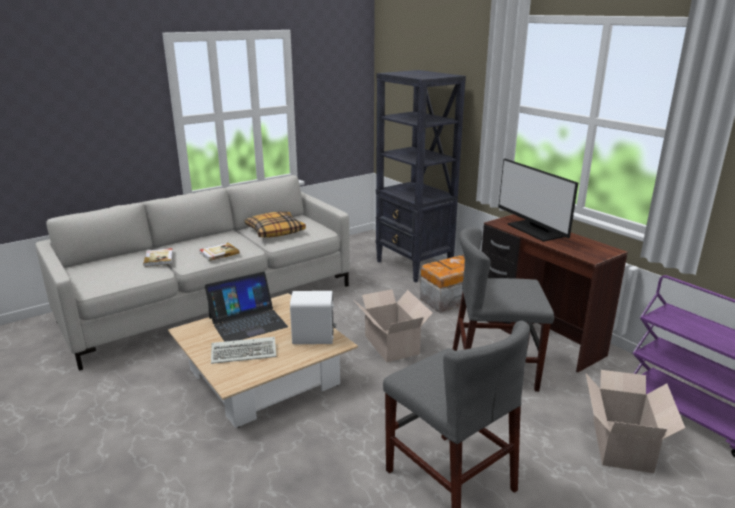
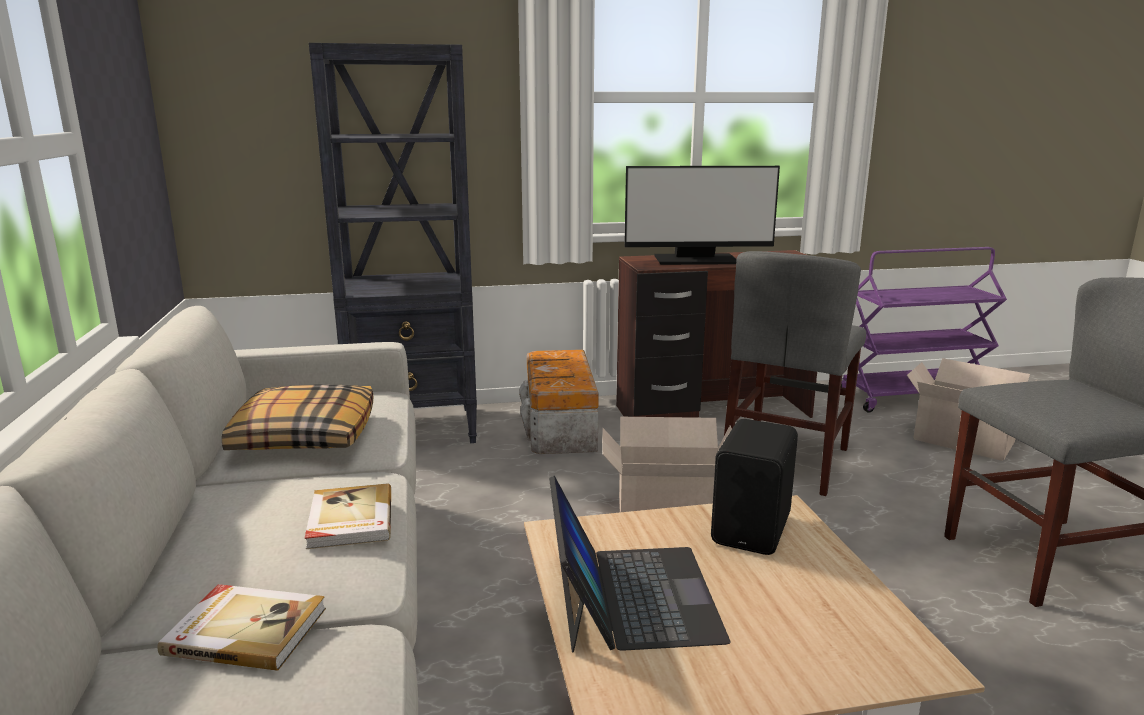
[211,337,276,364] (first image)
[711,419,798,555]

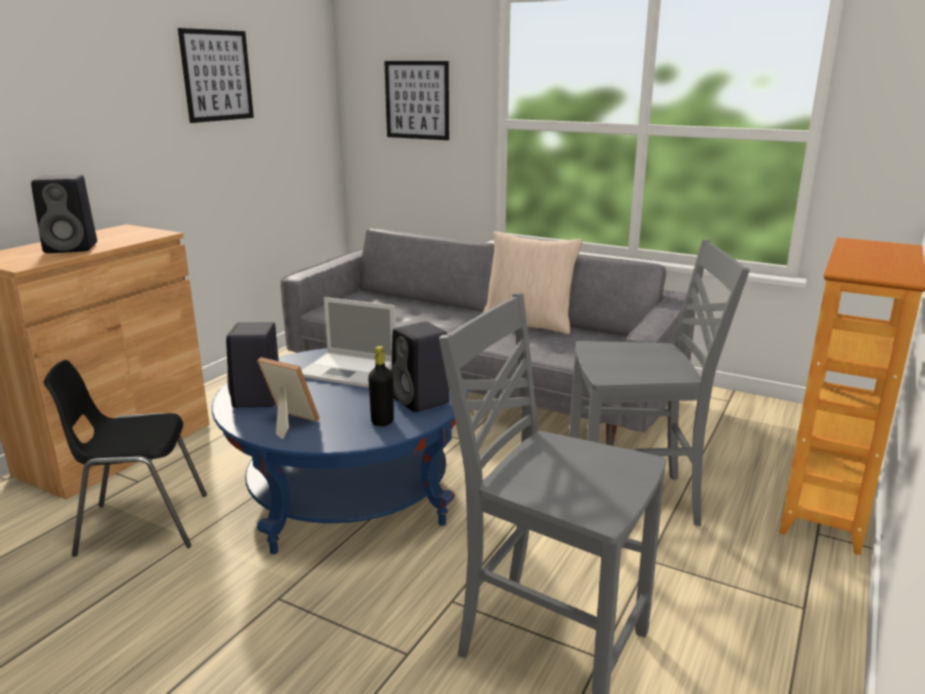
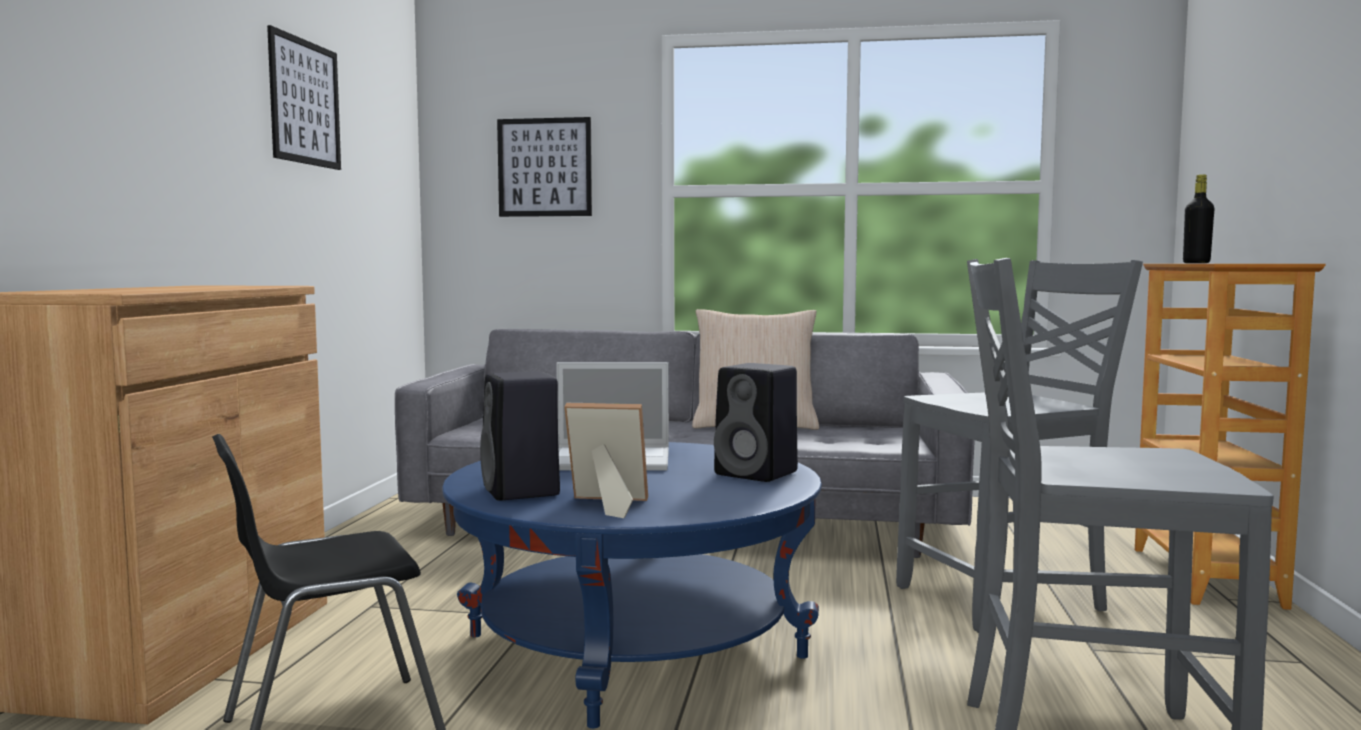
[31,174,97,253] (first image)
[1183,174,1214,263]

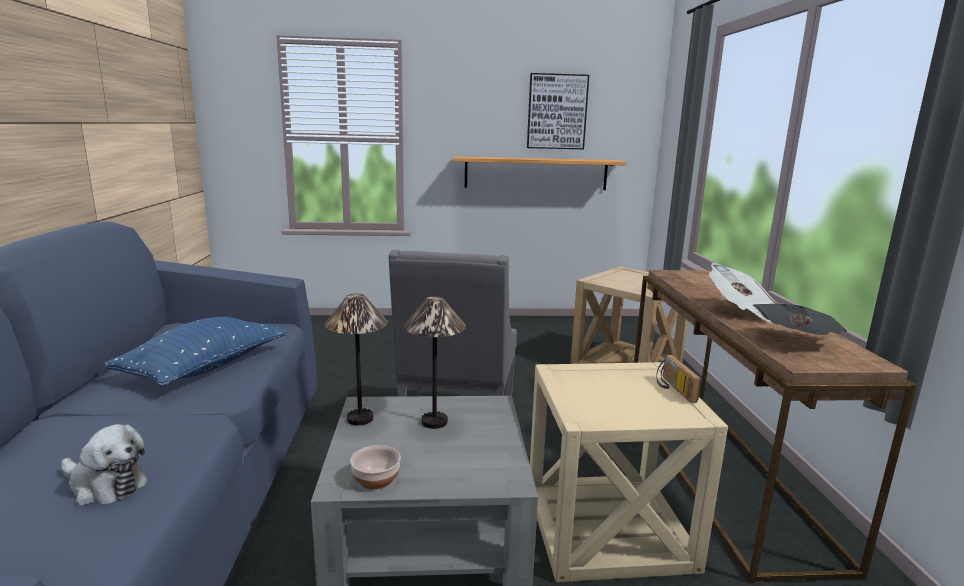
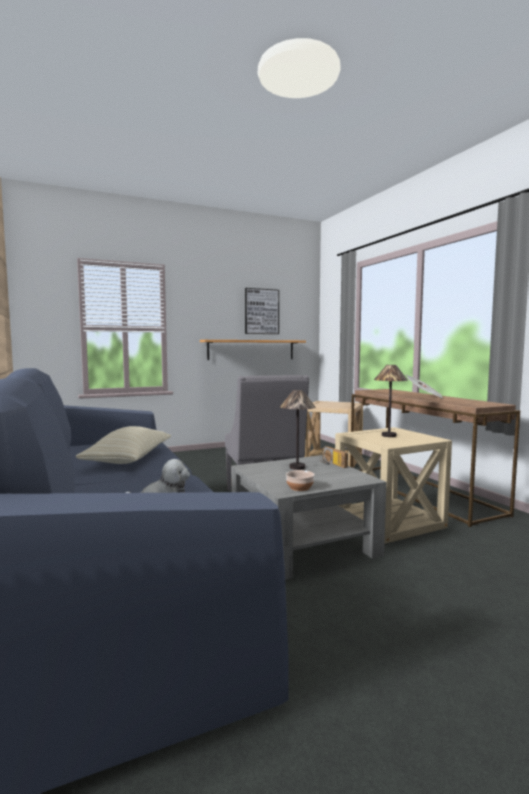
[753,304,847,335] (first image)
[374,365,408,437]
[320,446,348,468]
[76,426,171,464]

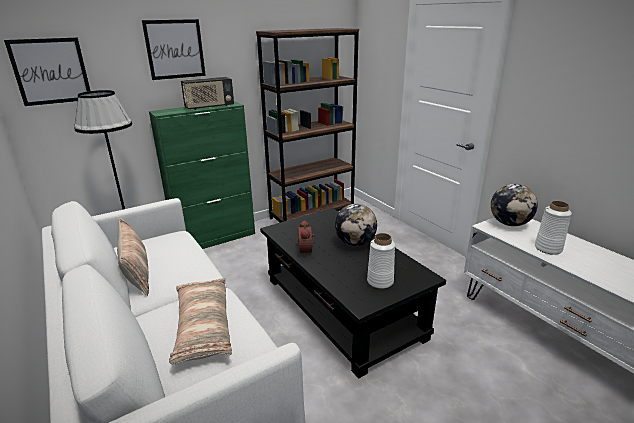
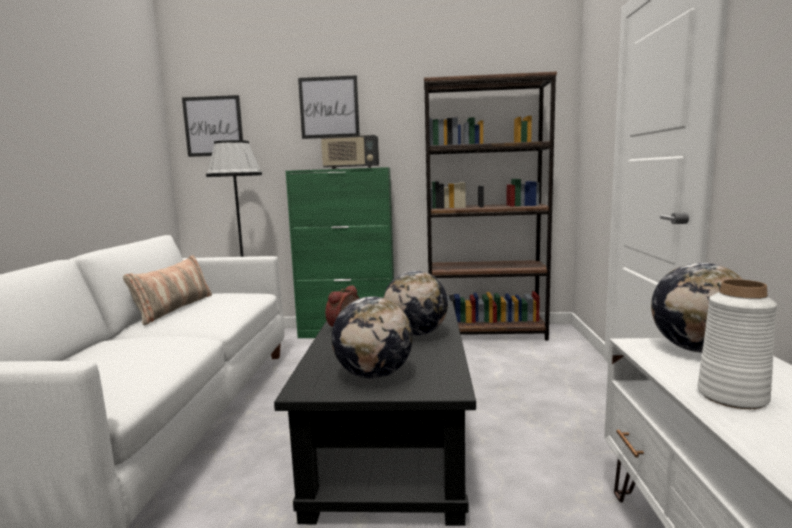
[169,278,232,365] (first image)
[332,296,413,379]

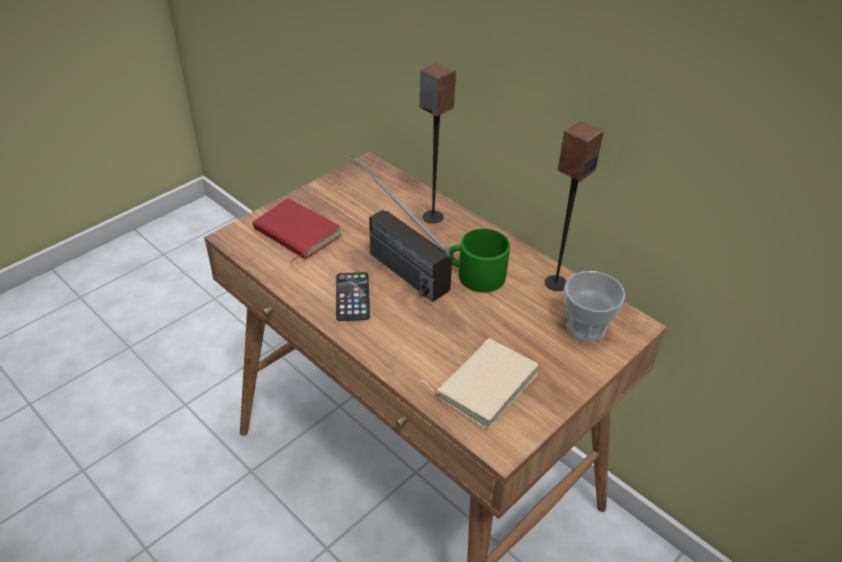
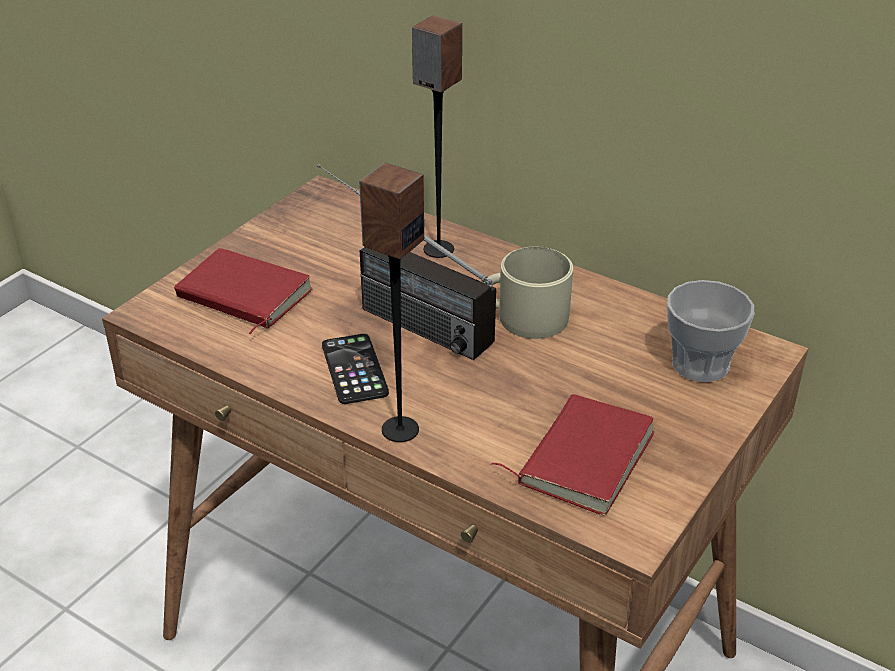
[359,163,424,442]
[491,394,654,515]
[483,247,573,339]

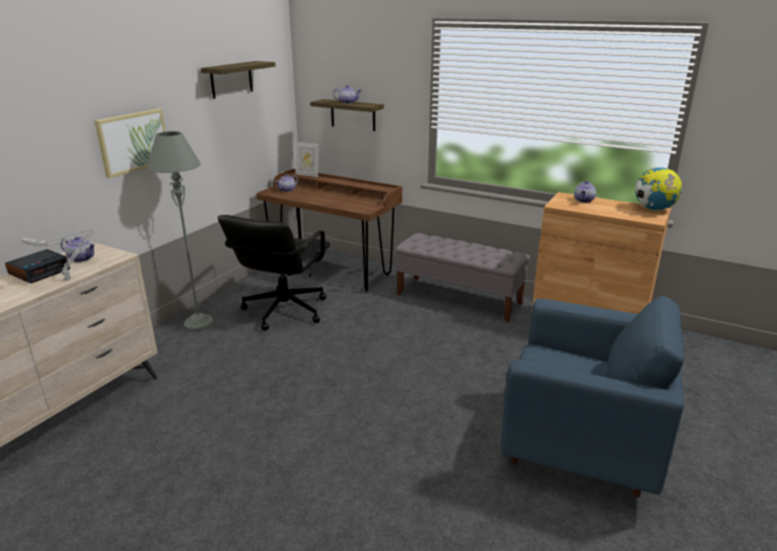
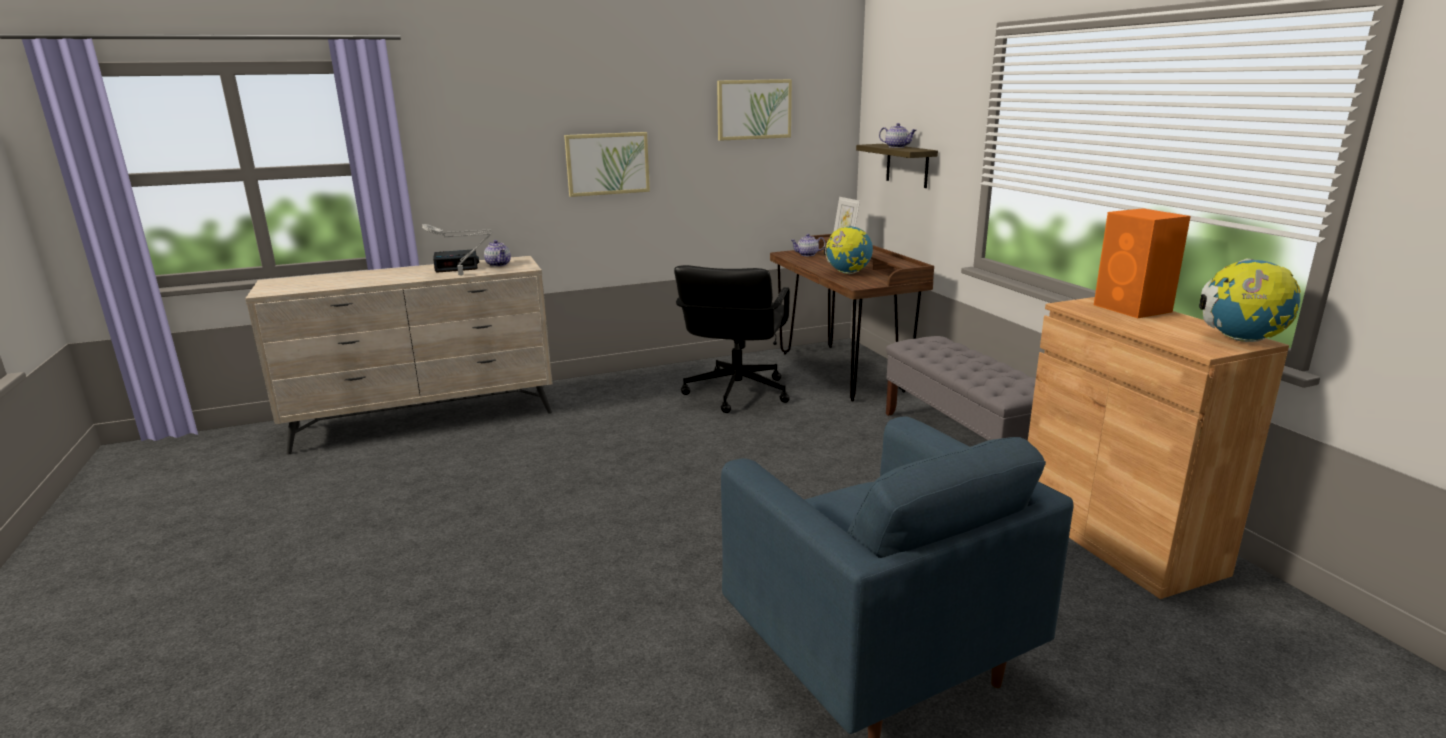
[147,131,214,330] (first image)
[824,226,873,274]
[717,79,792,141]
[1094,208,1191,318]
[674,265,790,413]

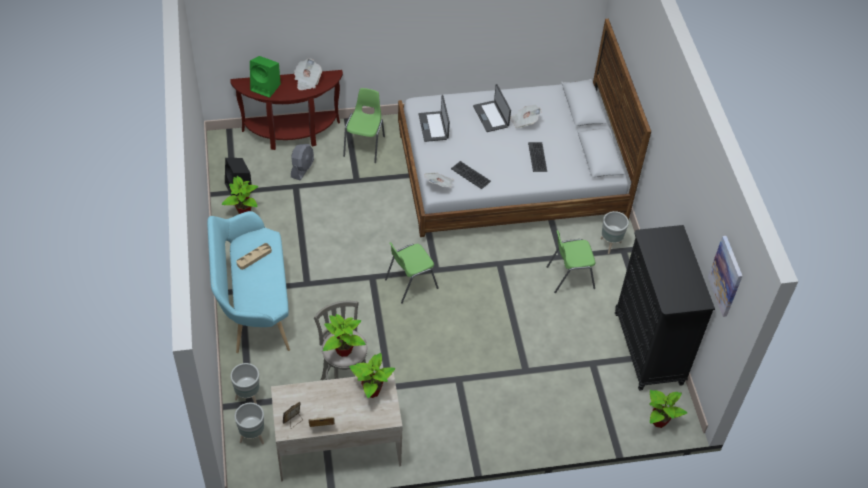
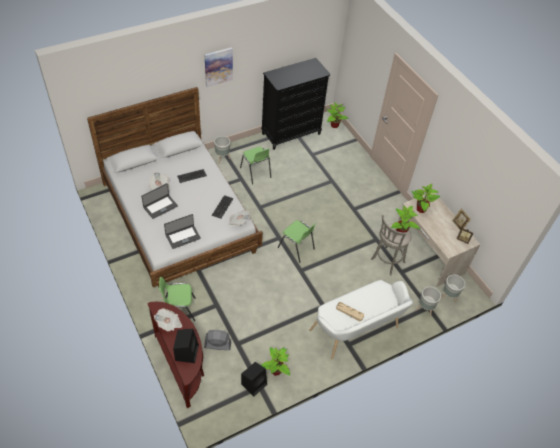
[205,47,233,87]
[309,280,413,359]
[173,328,199,363]

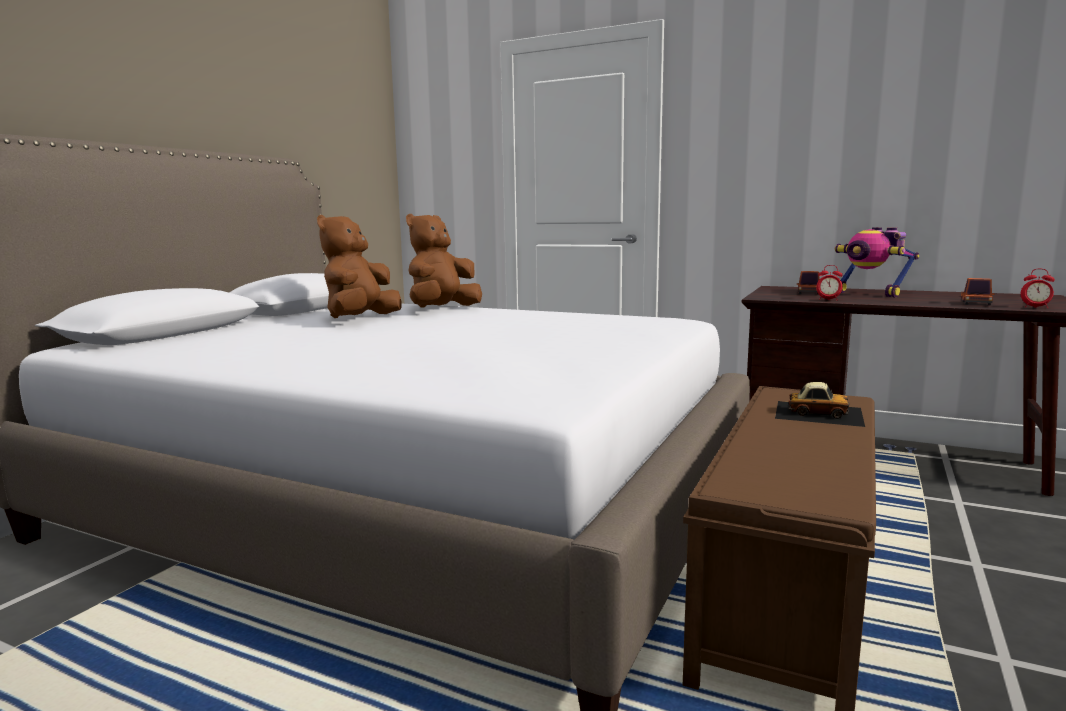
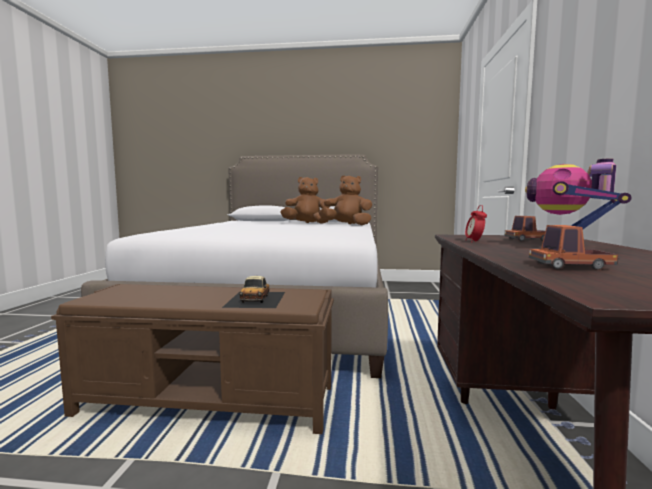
[1020,269,1055,308] (first image)

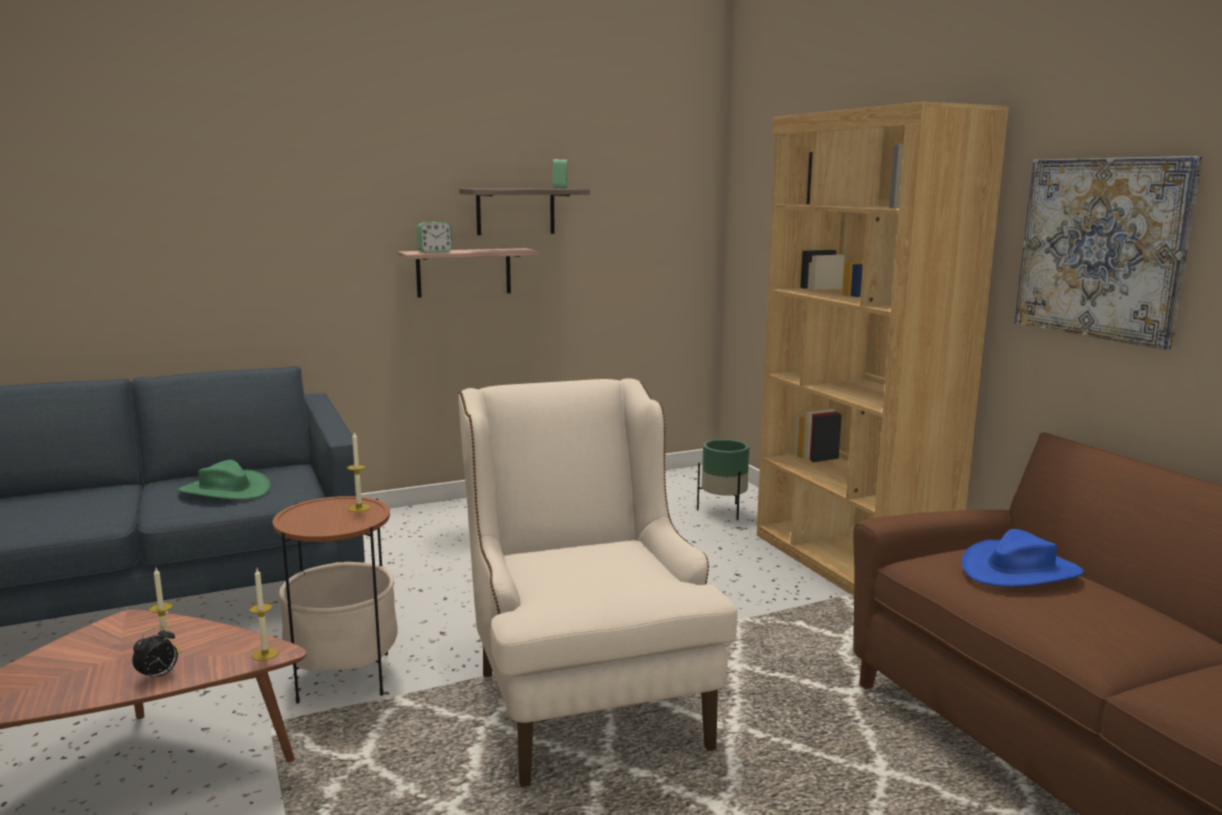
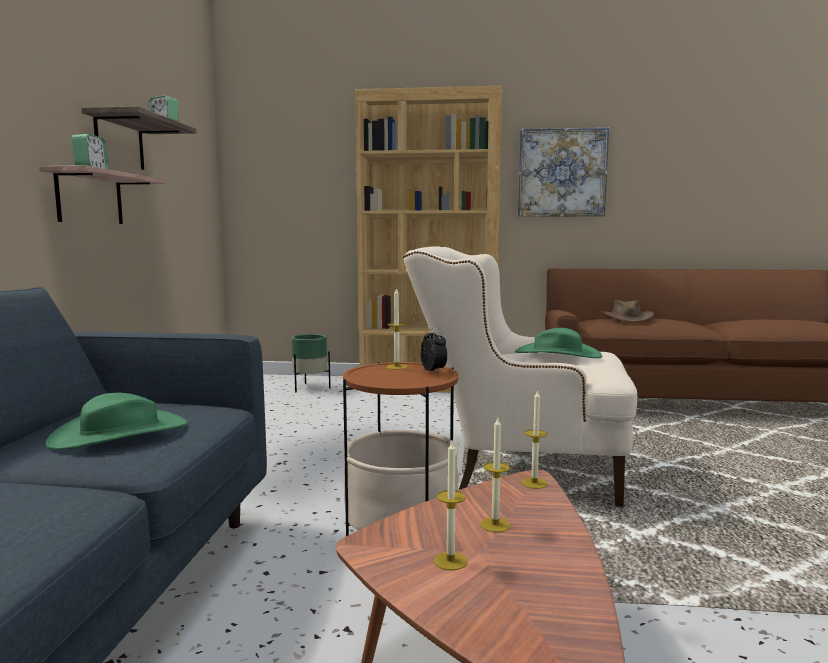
[434,441,467,570]
[515,328,602,358]
[420,327,447,372]
[600,300,654,322]

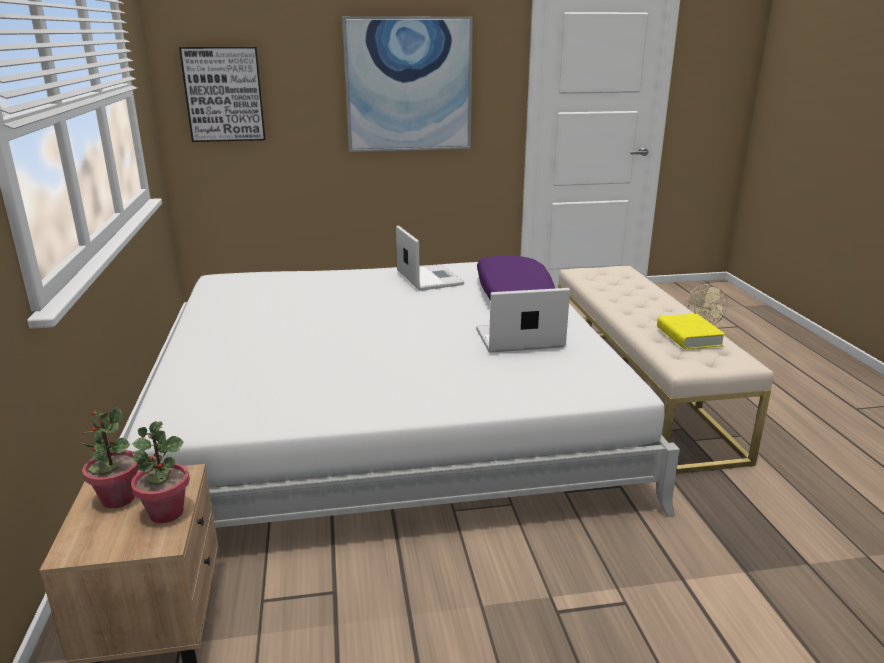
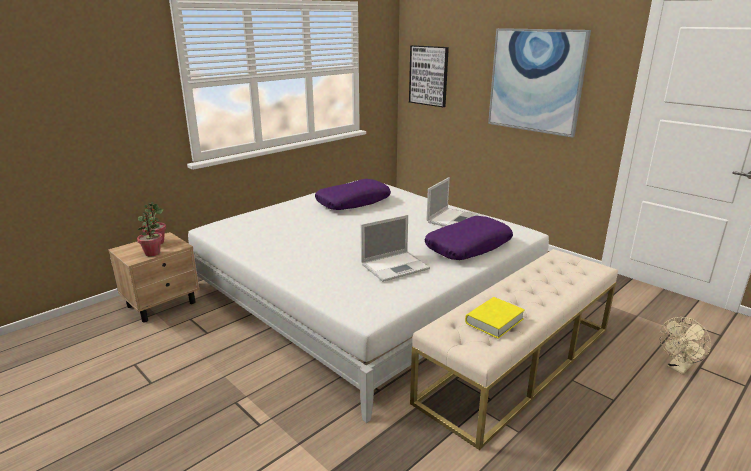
[315,179,391,210]
[361,215,430,282]

